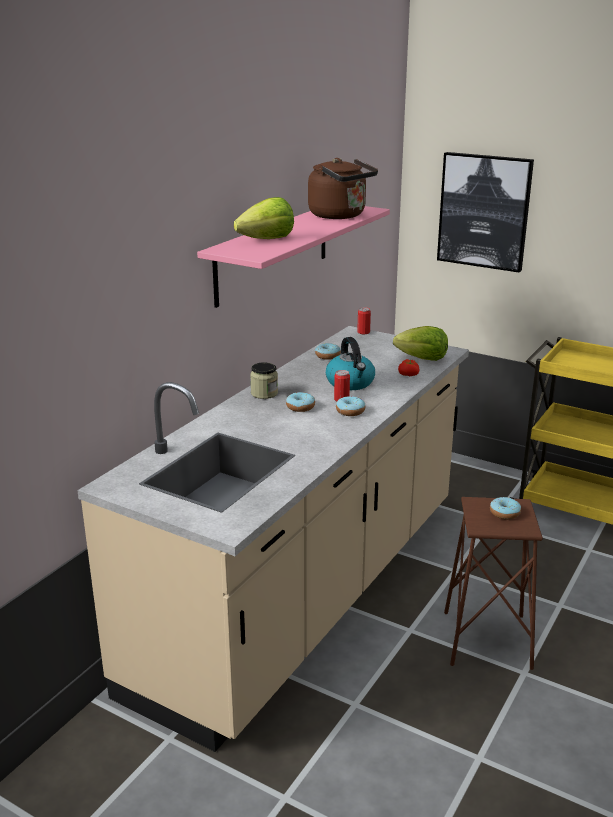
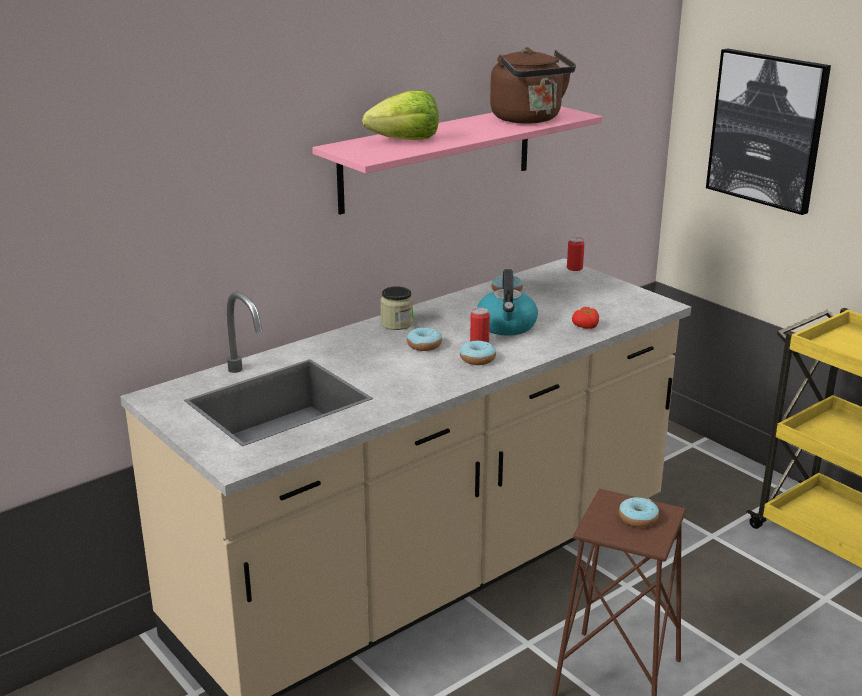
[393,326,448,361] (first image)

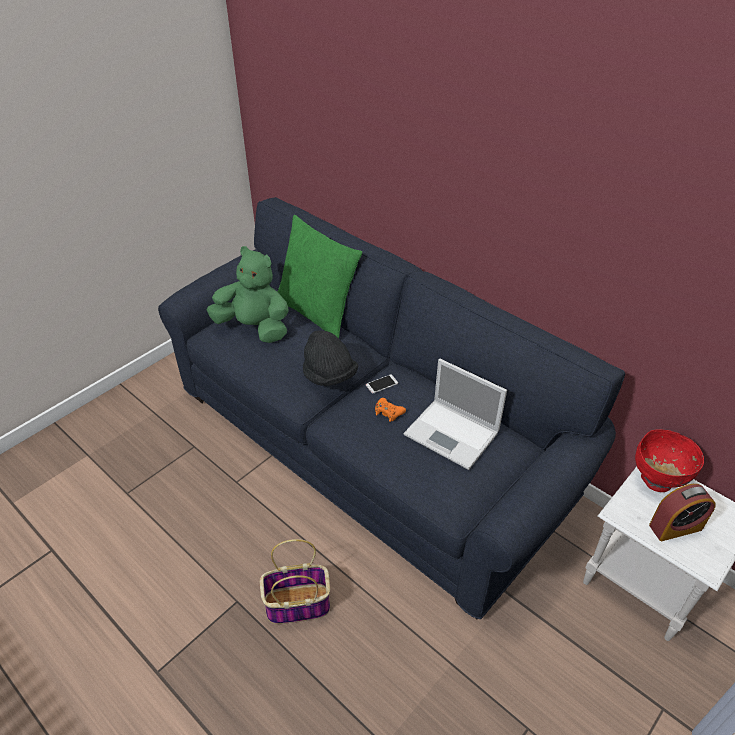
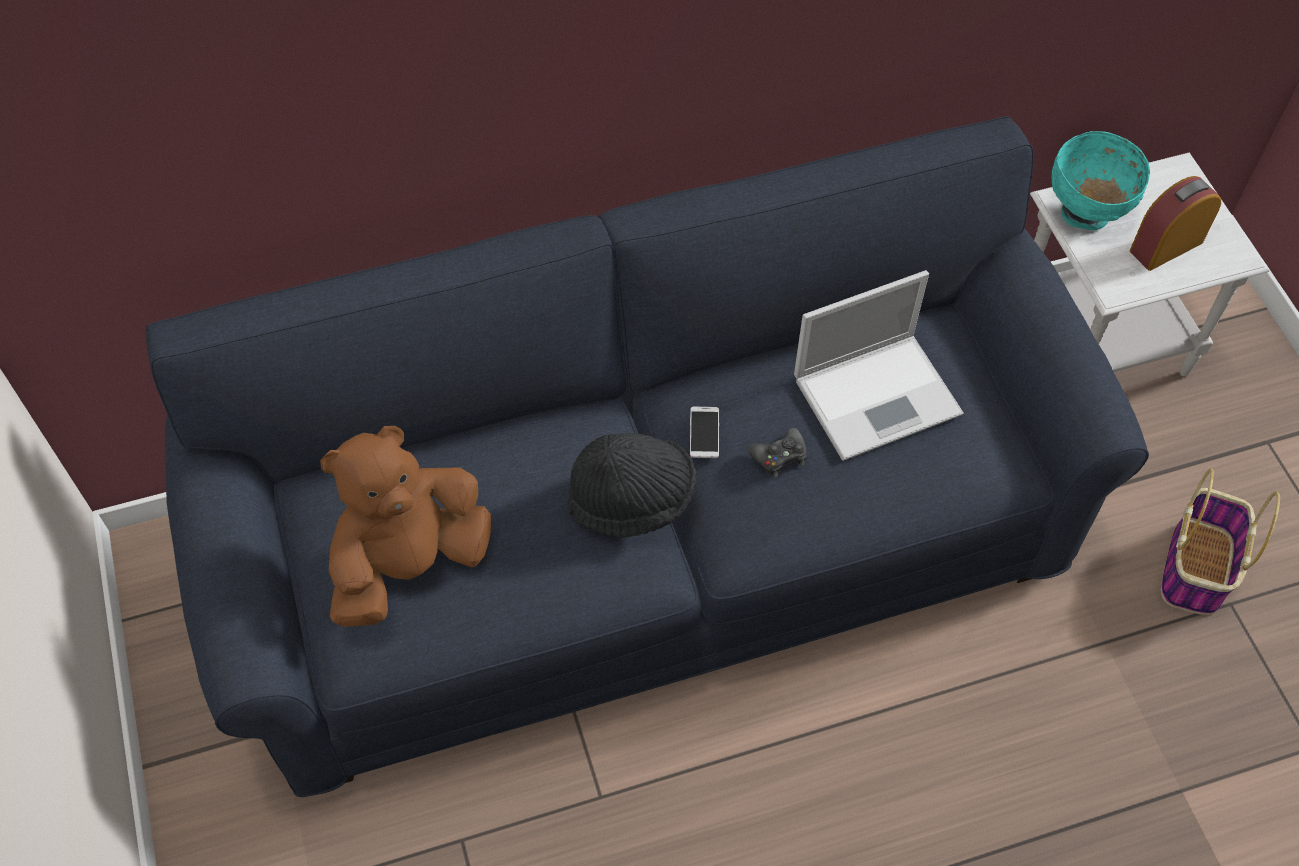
[277,215,362,338] (first image)
[1161,469,1280,615]
[320,426,491,627]
[748,428,807,477]
[1051,131,1150,231]
[1130,176,1221,271]

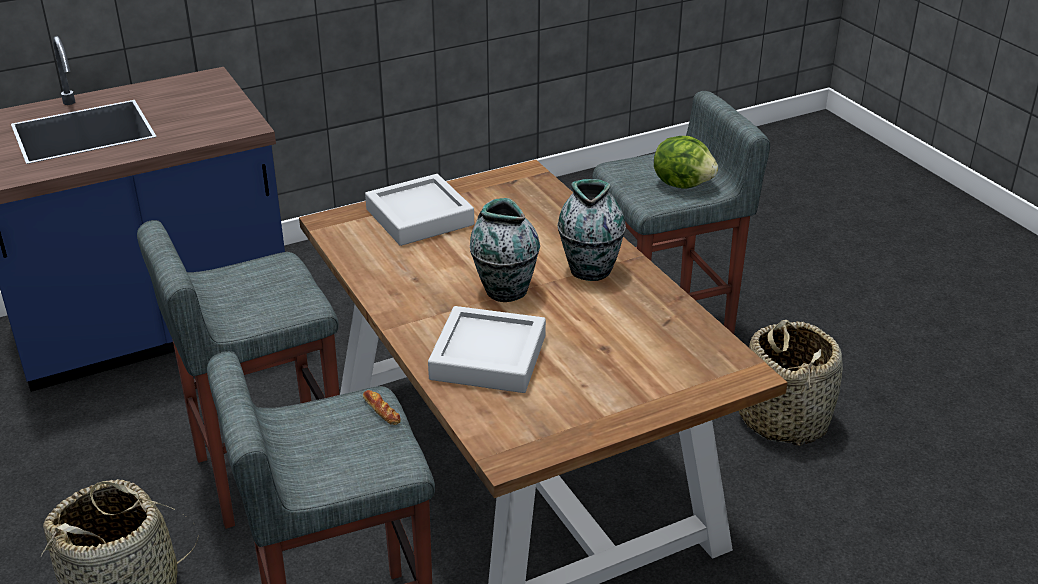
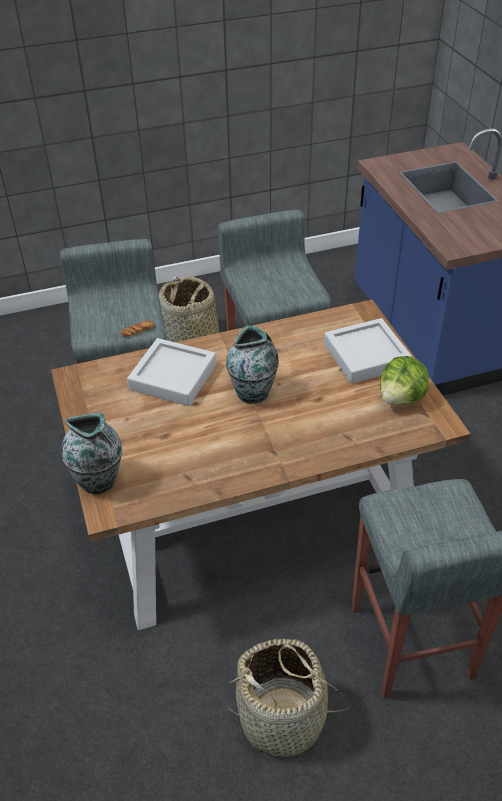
[62,413,122,494]
[380,356,429,404]

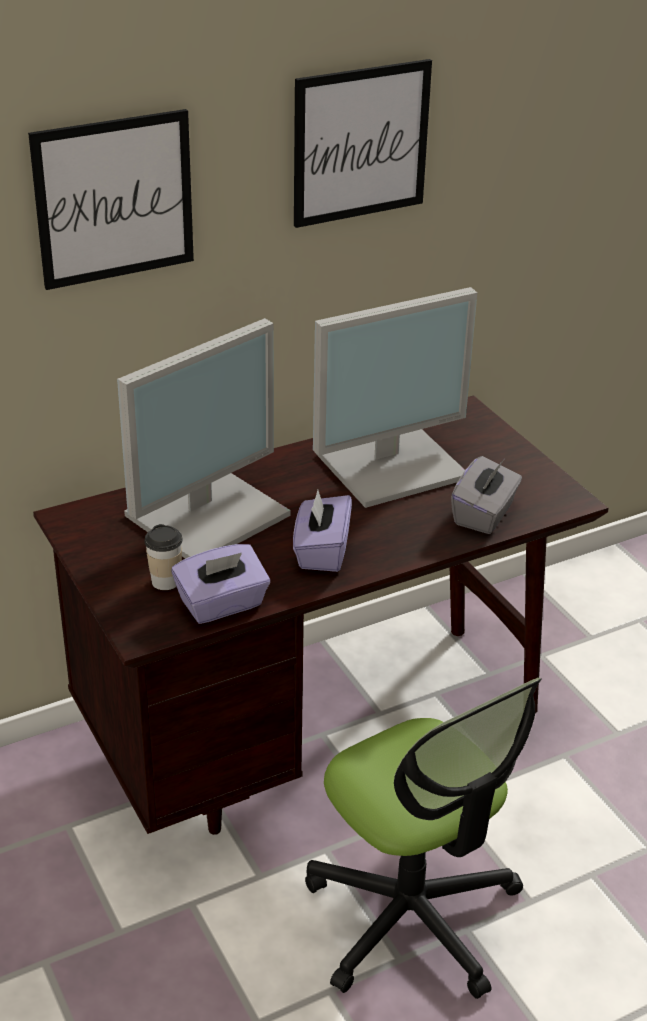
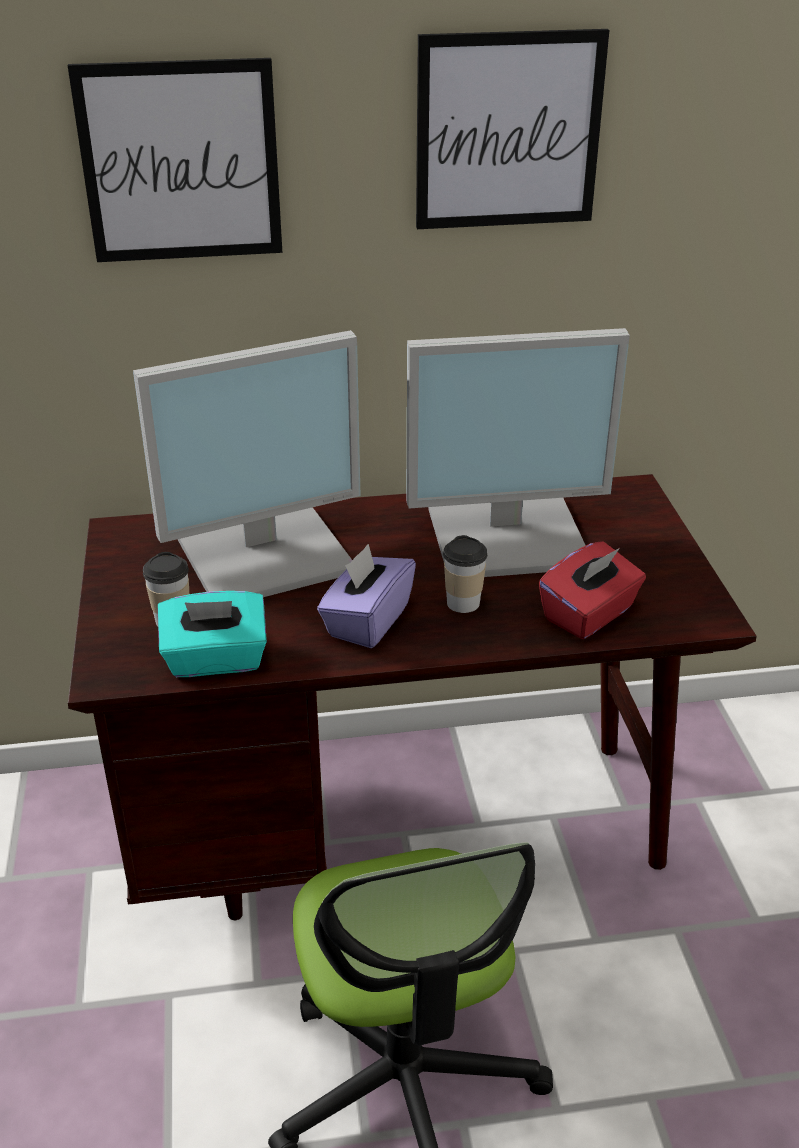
[443,535,487,613]
[158,591,267,677]
[539,541,646,639]

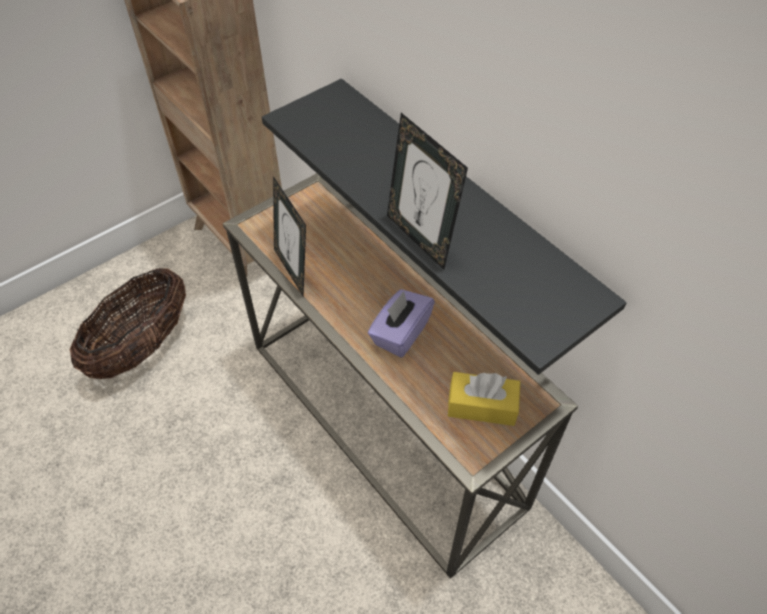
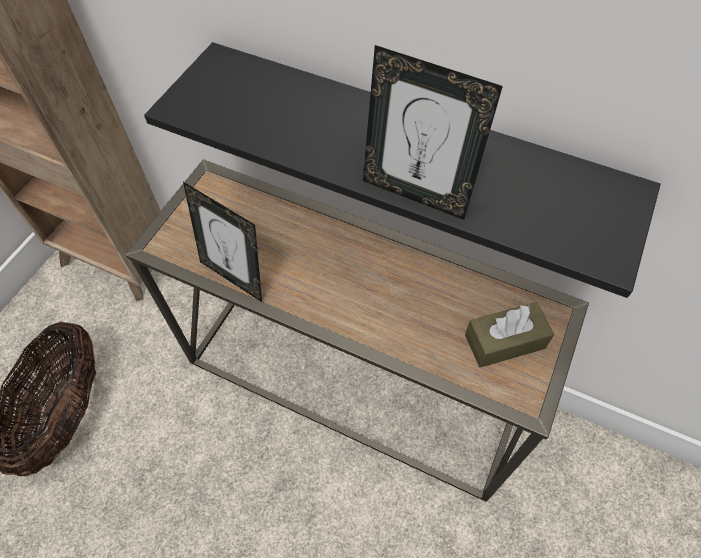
[368,289,435,358] (first image)
[465,302,554,368]

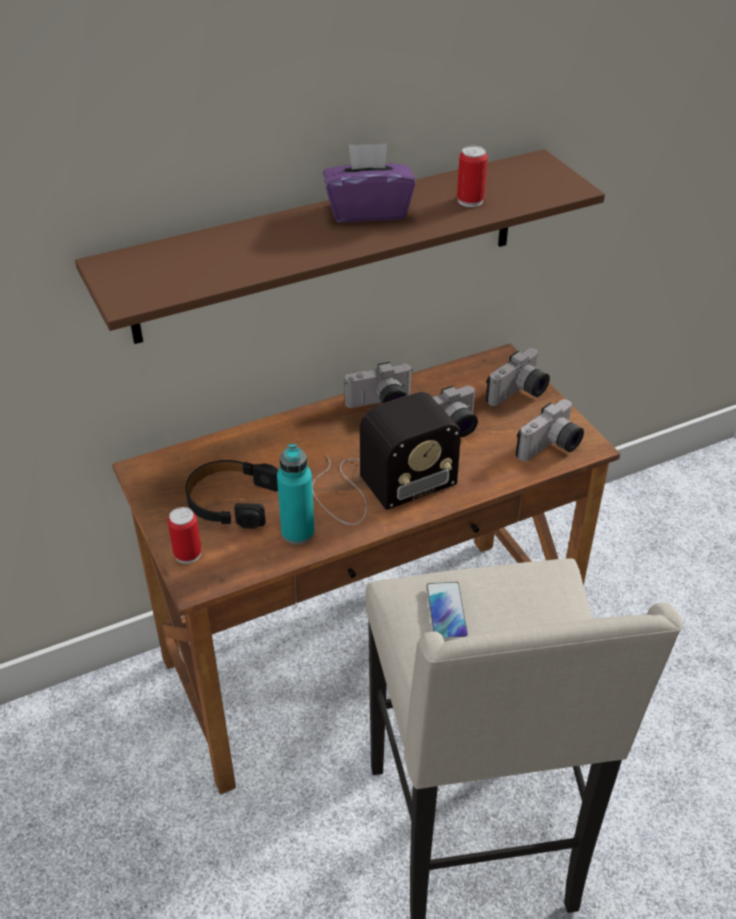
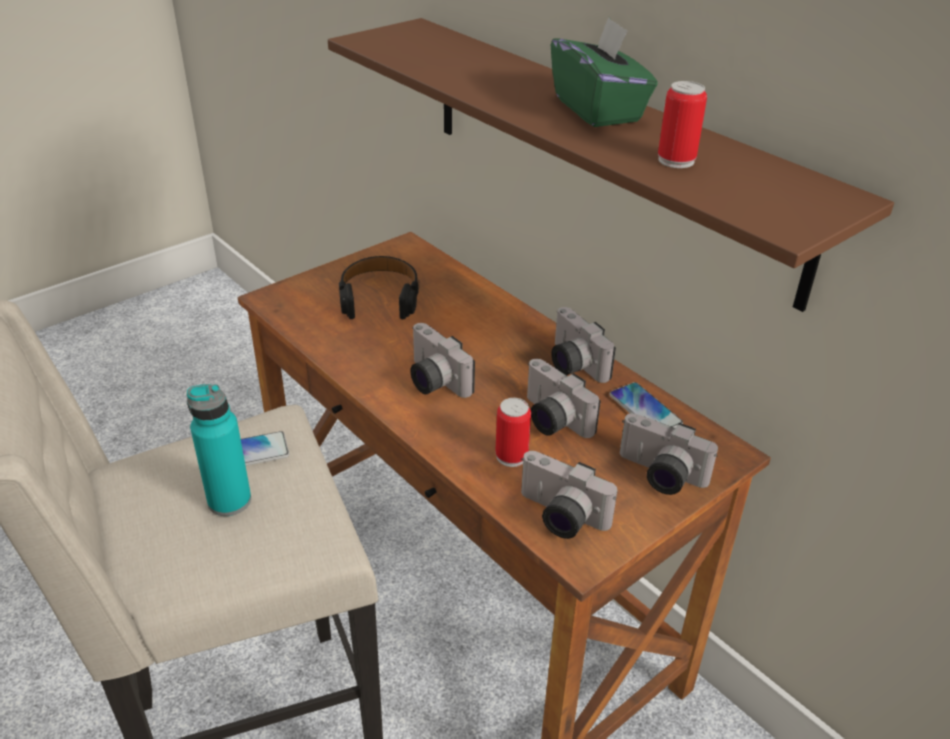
[609,382,683,428]
[495,398,531,467]
[187,384,251,516]
[410,323,475,398]
[551,17,657,127]

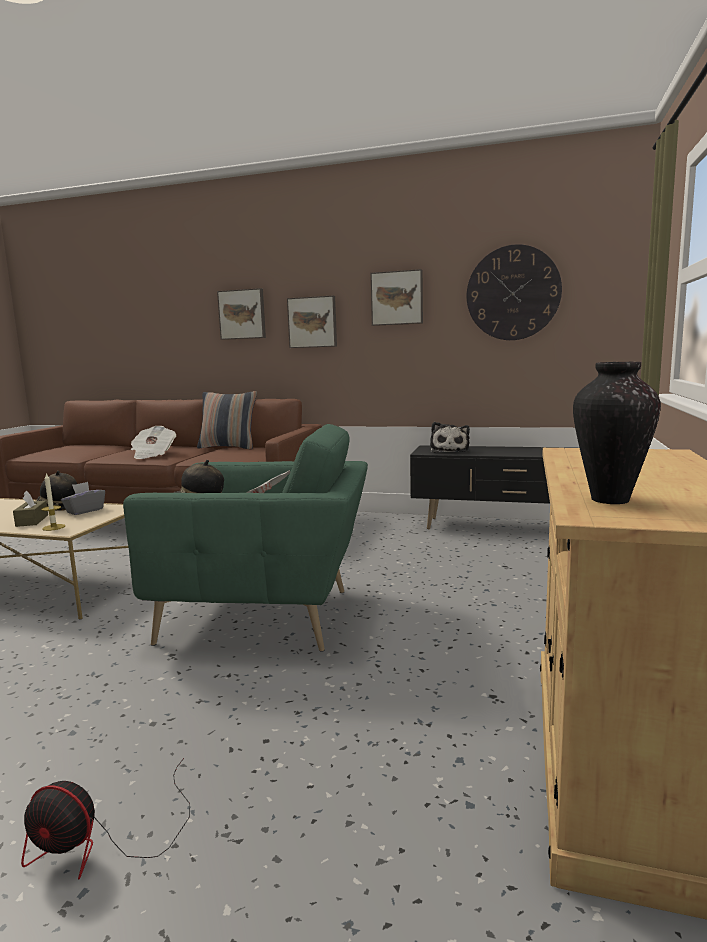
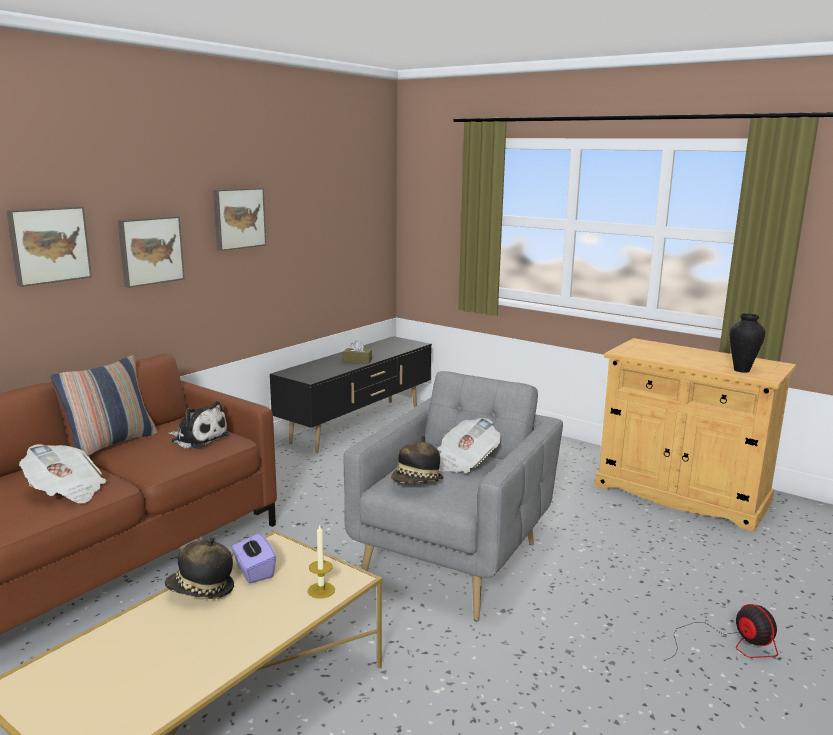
[467,244,562,340] (first image)
[343,340,372,364]
[168,401,229,449]
[231,532,276,583]
[343,371,563,621]
[663,604,778,661]

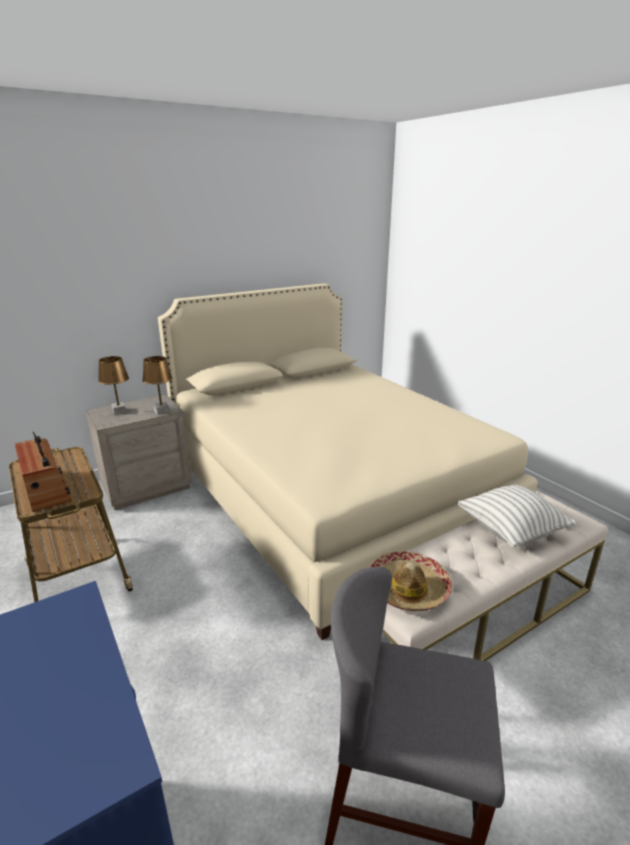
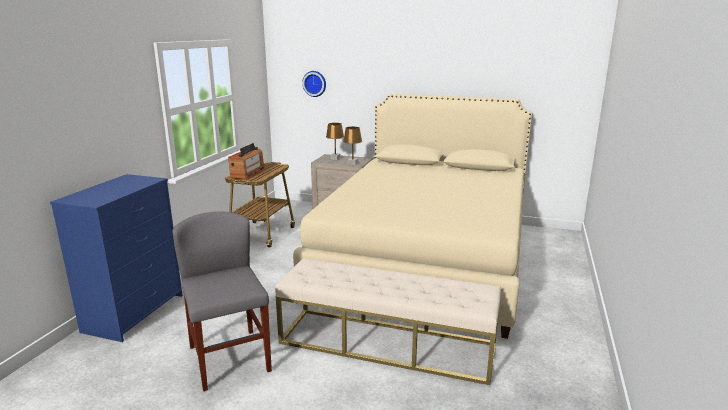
[370,551,452,611] (first image)
[457,484,576,547] (first image)
[302,71,326,97]

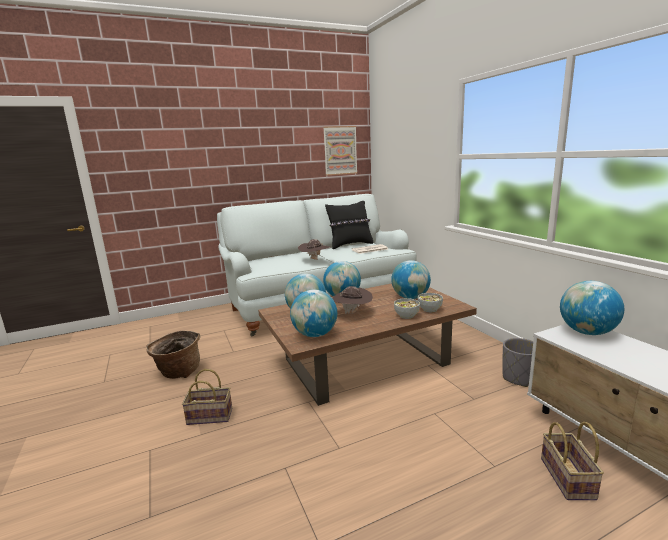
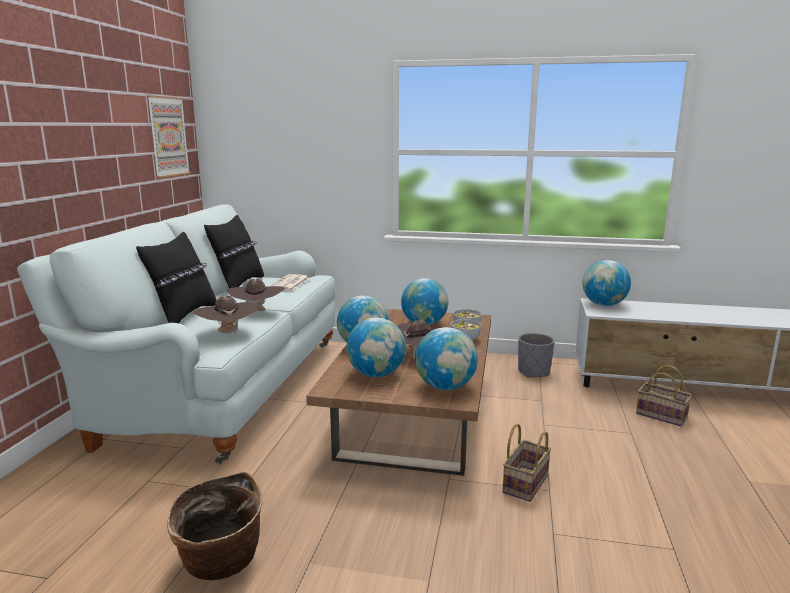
[136,232,217,323]
[192,296,258,334]
[502,423,551,502]

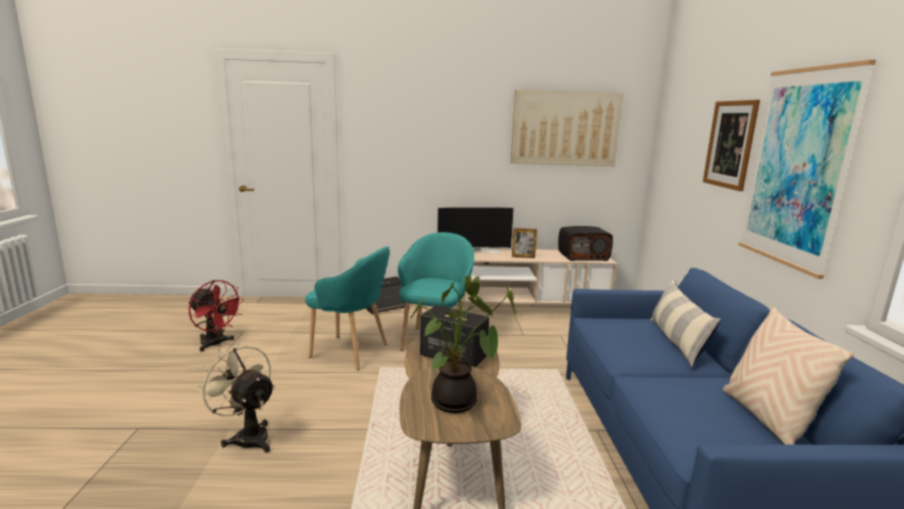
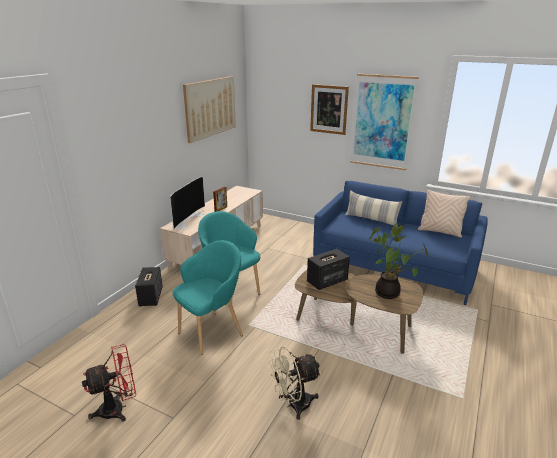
[558,226,613,261] (first image)

